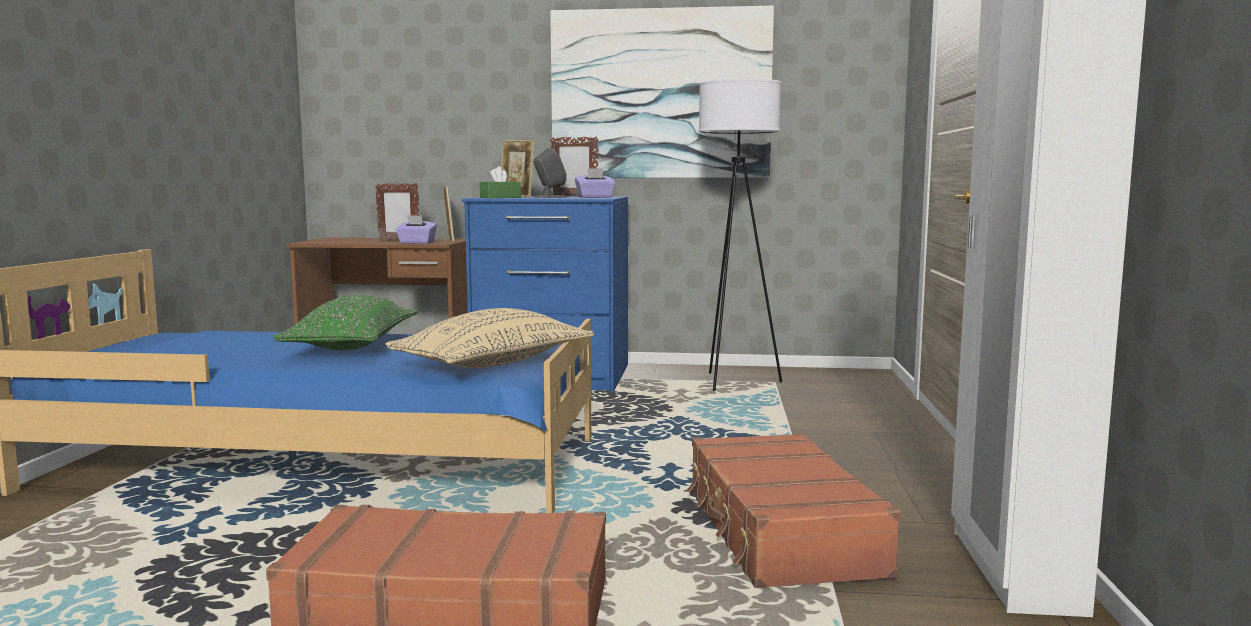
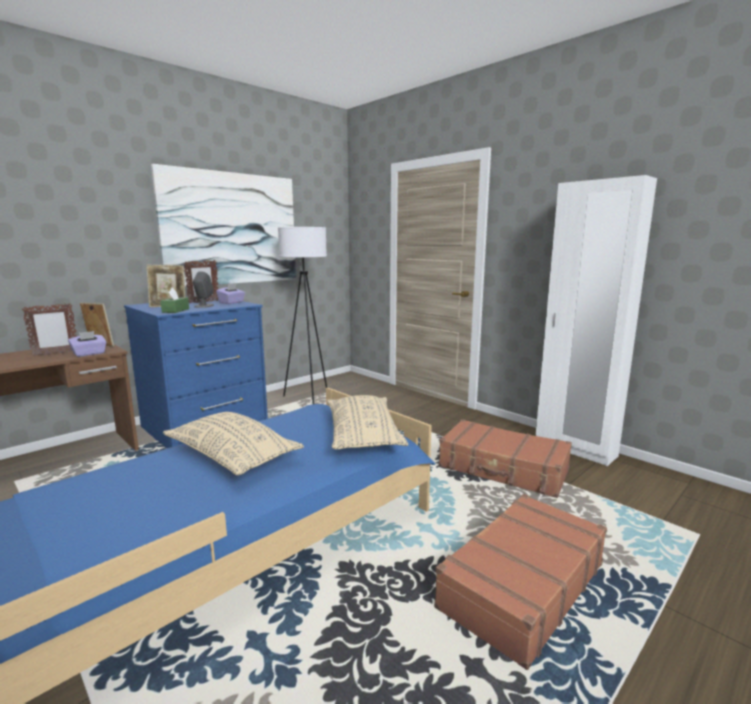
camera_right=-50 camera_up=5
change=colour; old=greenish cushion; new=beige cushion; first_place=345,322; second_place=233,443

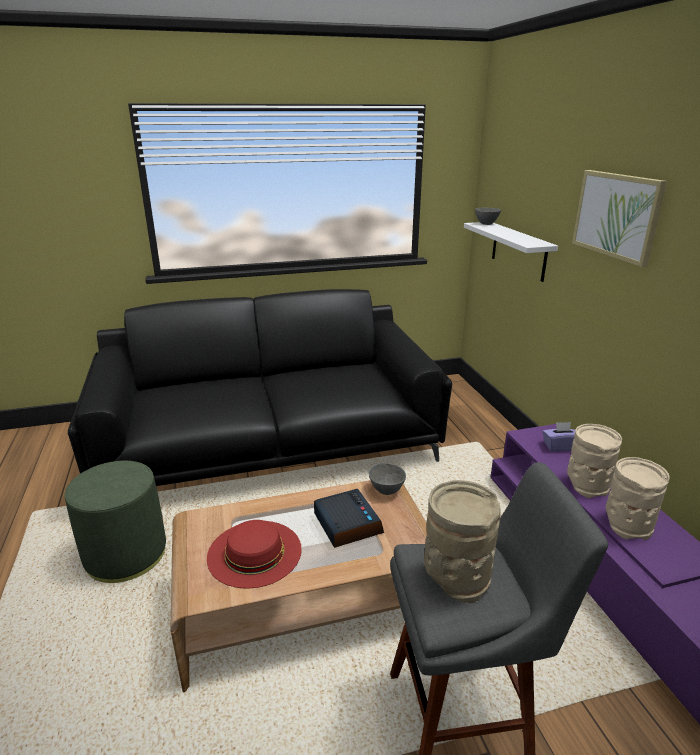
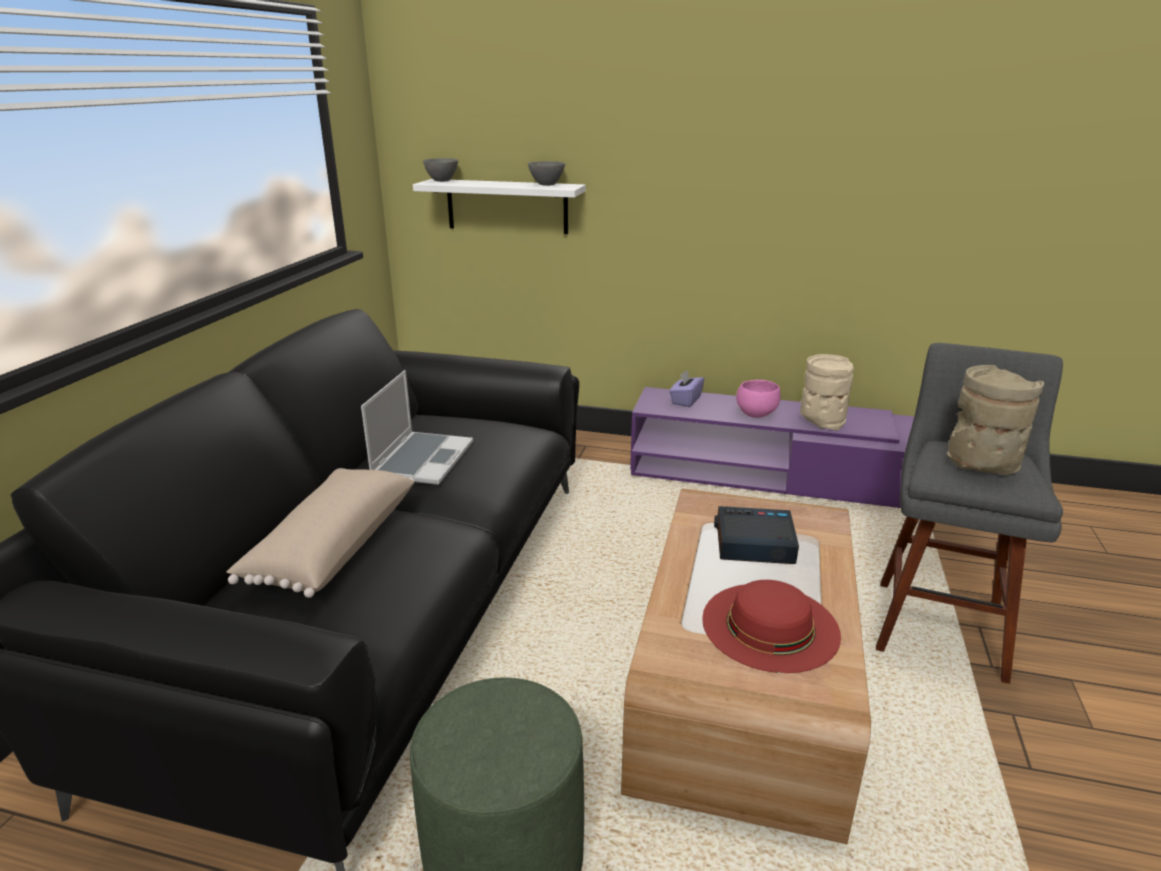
camera_right=-60 camera_up=0
change=missing; old=wall picture; first_place=619,218
change=exchanged; old=beige decorative vase; new=pink serving bowl; first_place=594,461; second_place=758,399
change=relocated; old=grey serving bowl; first_place=387,479; second_place=546,173
change=appeared; new=notebook computer; second_place=417,427
change=appeared; new=beige cushion; second_place=320,533

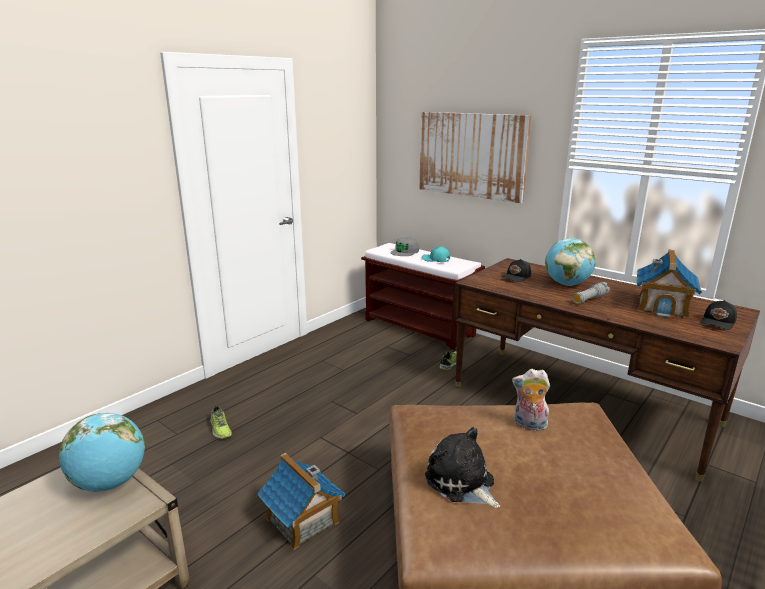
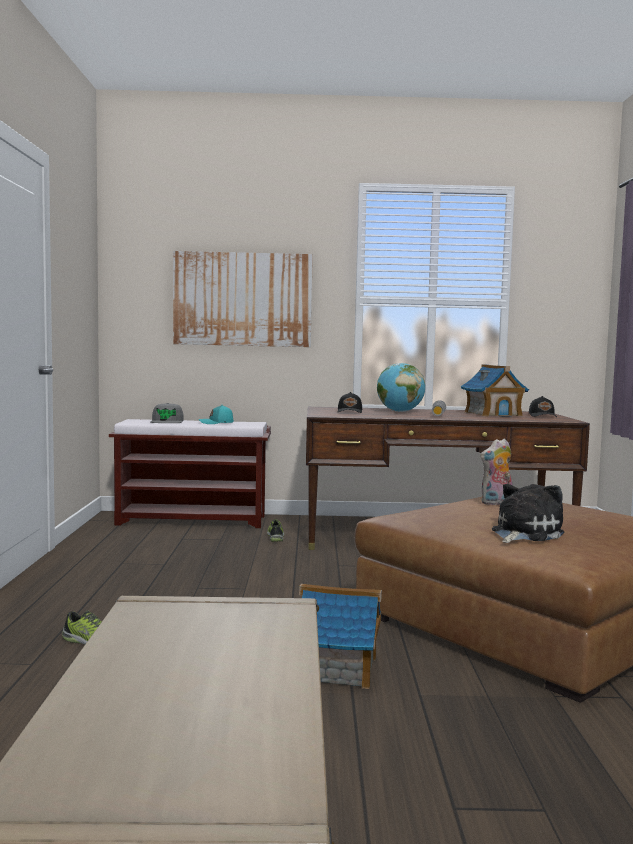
camera_right=-40 camera_up=-15
change=missing; old=world globe; first_place=102,452
change=spun; old=soft toy; first_place=462,467; second_place=528,513; degrees=120

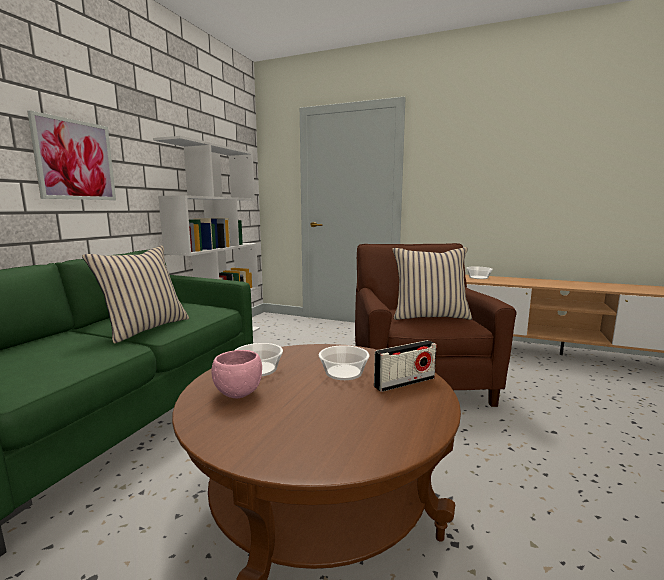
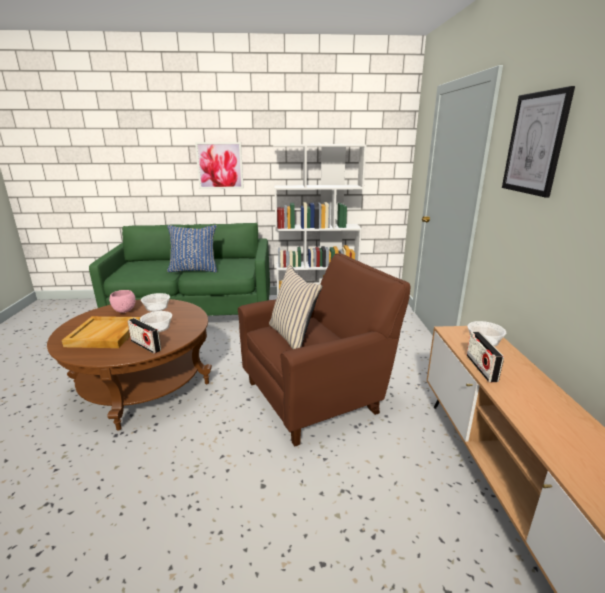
camera_right=65 camera_up=10
change=colour; old=beige cushion; new=bluish cushion; first_place=135,294; second_place=192,248
change=appeared; new=wall picture; second_place=538,142
change=appeared; new=beige tray; second_place=101,332
change=appeared; new=radio set; second_place=485,357

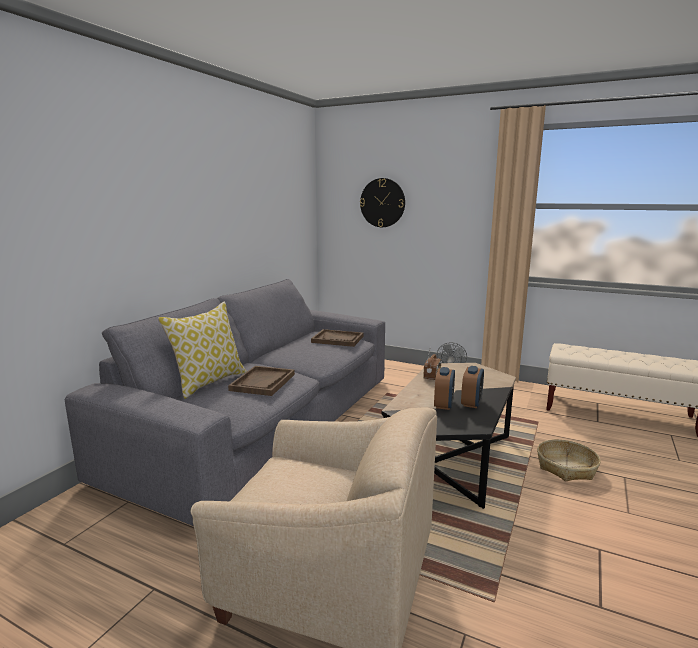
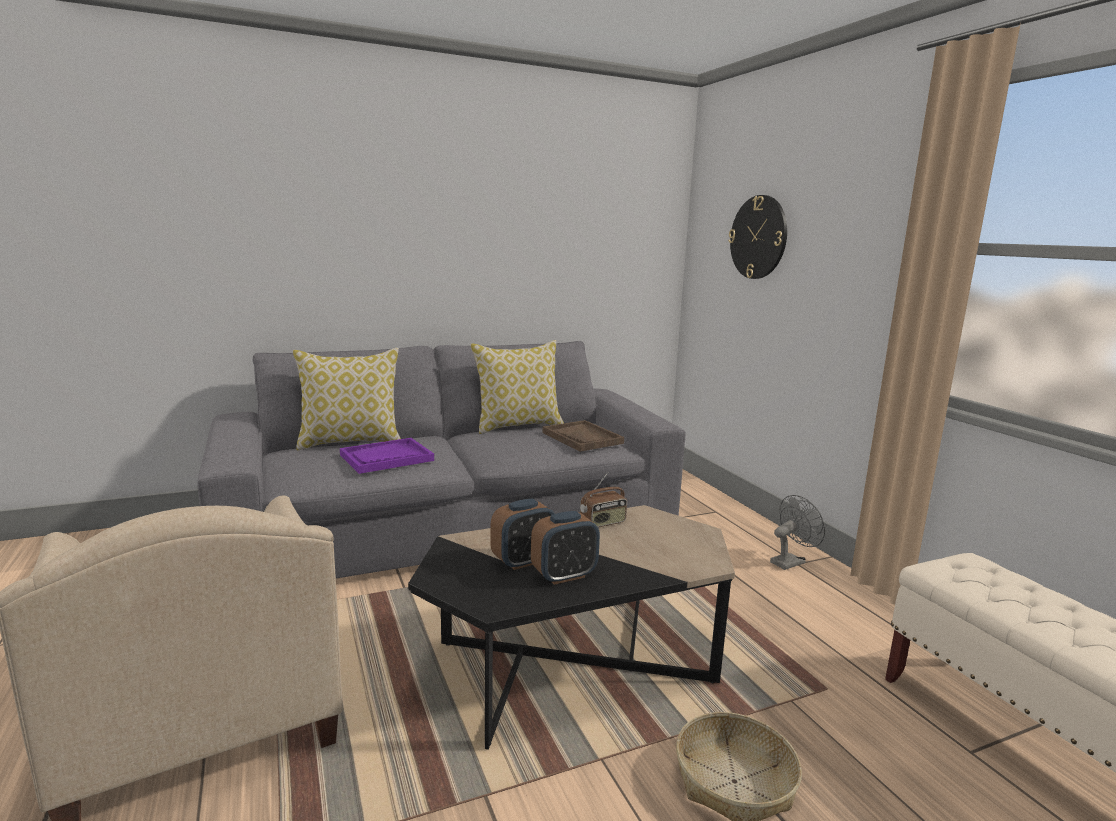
camera_right=40 camera_up=0
change=colour; old=brown-coloured tray; new=purple-coloured tray; first_place=261,381; second_place=387,456
change=appeared; new=cushion; second_place=517,387

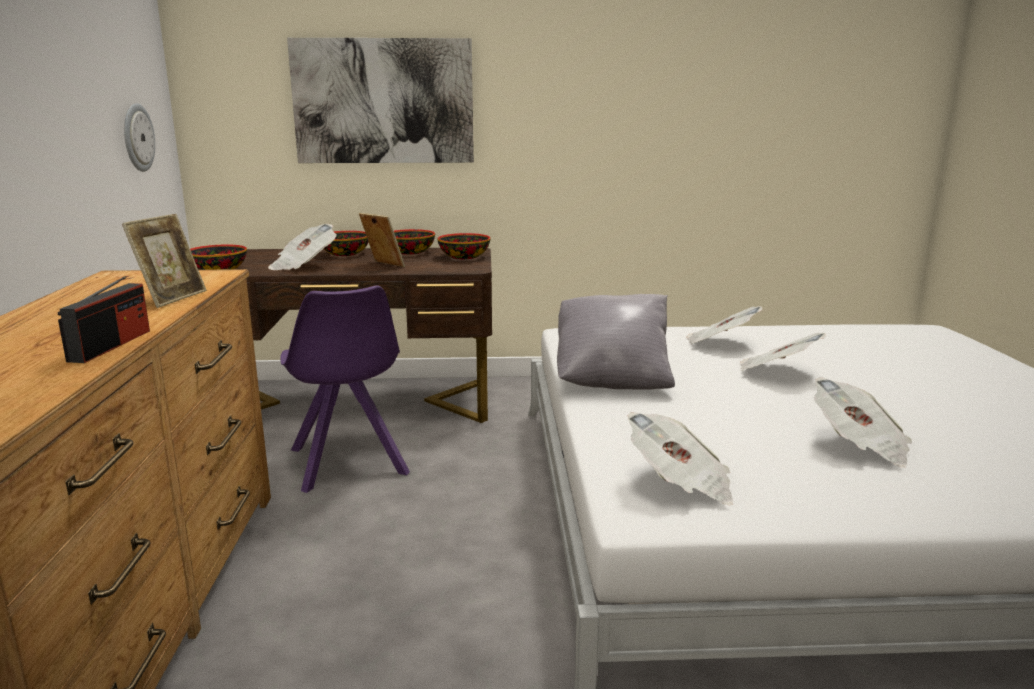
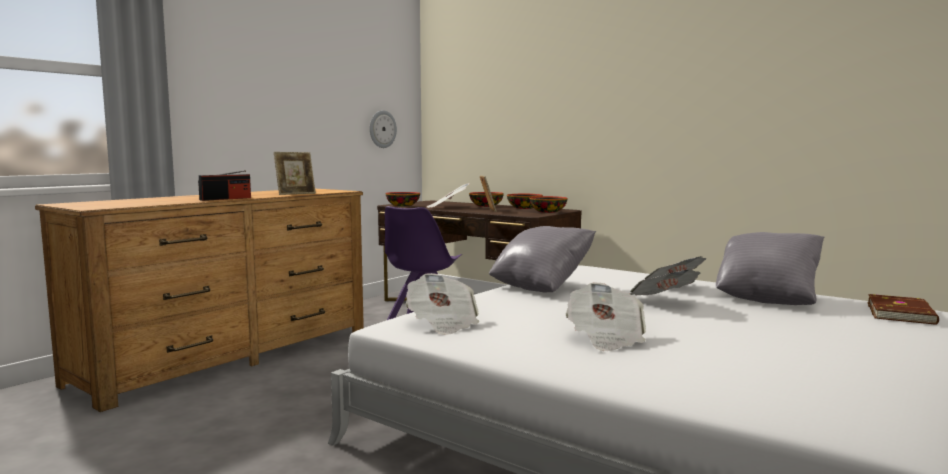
camera_right=40 camera_up=-10
change=missing; old=wall picture; first_place=380,100
change=appeared; new=grey cushion; second_place=770,268
change=appeared; new=brown-coloured book; second_place=903,309

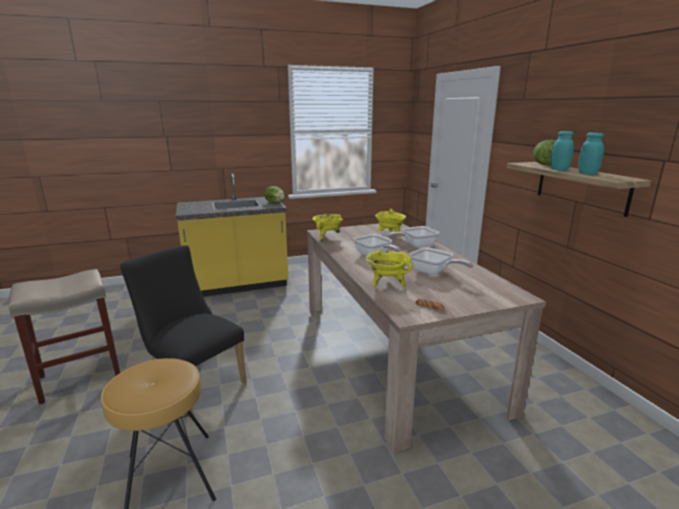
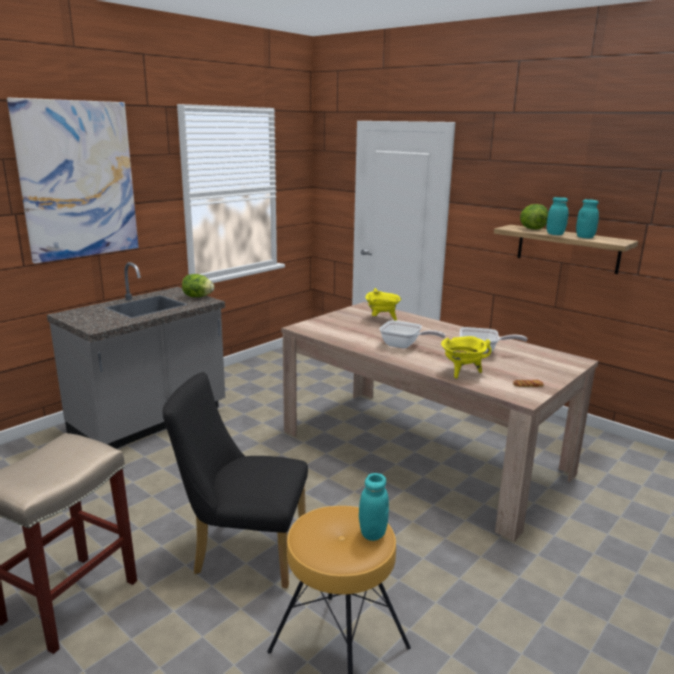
camera_right=-30 camera_up=0
change=colour; old=yellowish kitchen base unit; new=grey kitchen base unit; first_place=232,235; second_place=136,355
change=missing; old=yellowish cooking pot; first_place=327,227
change=missing; old=pan; first_place=413,237
change=appeared; new=wall picture; second_place=73,181
change=appeared; new=turquoise-coloured jar; second_place=374,507

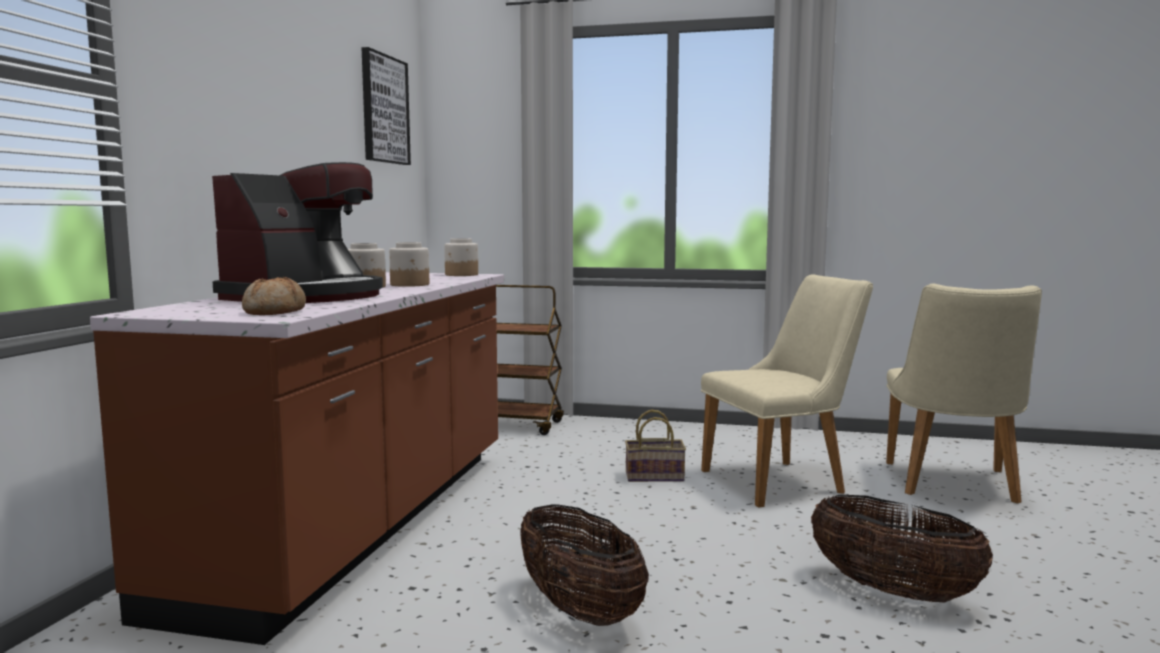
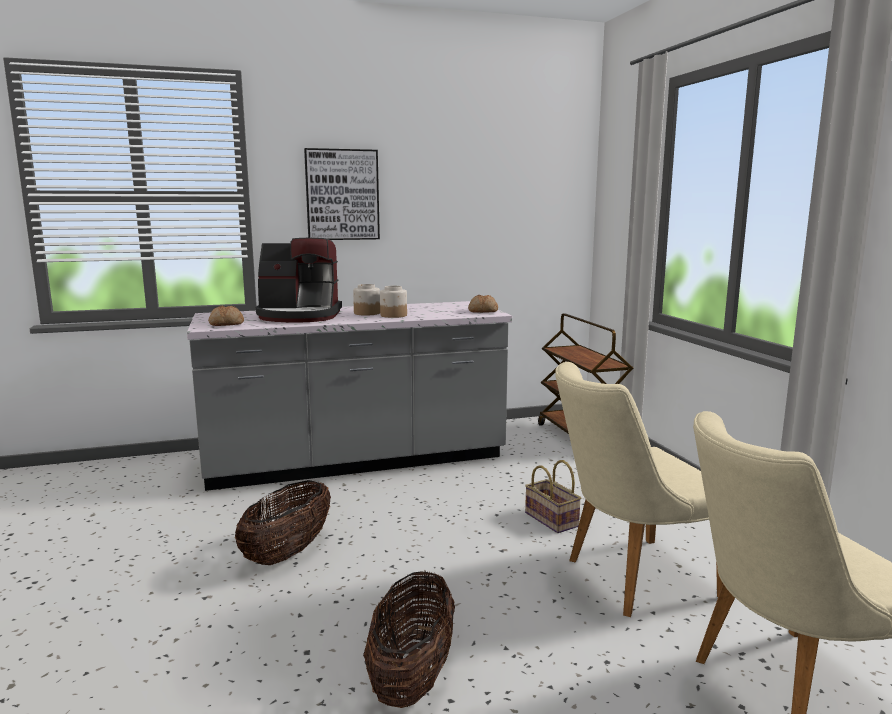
camera_right=60 camera_up=5
change=relocated; old=wall picture; first_place=386,106; second_place=342,194
change=exchanged; old=jar; new=bread; first_place=461,257; second_place=483,304
change=colour; old=brown-coloured kitchen base unit; new=grey kitchen base unit; first_place=297,458; second_place=349,396
change=spun; old=beige upright chair; first_place=787,391; second_place=639,489; degrees=120

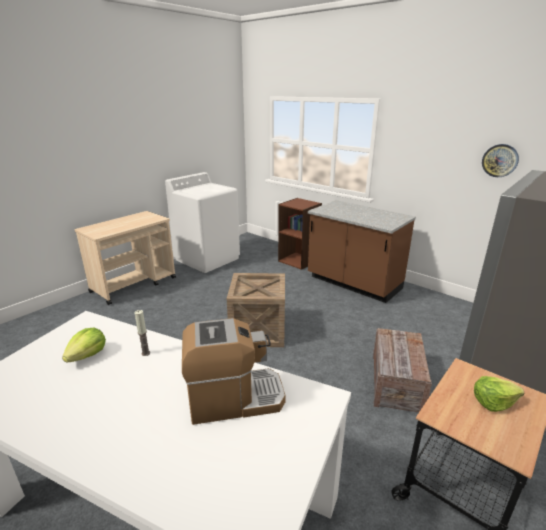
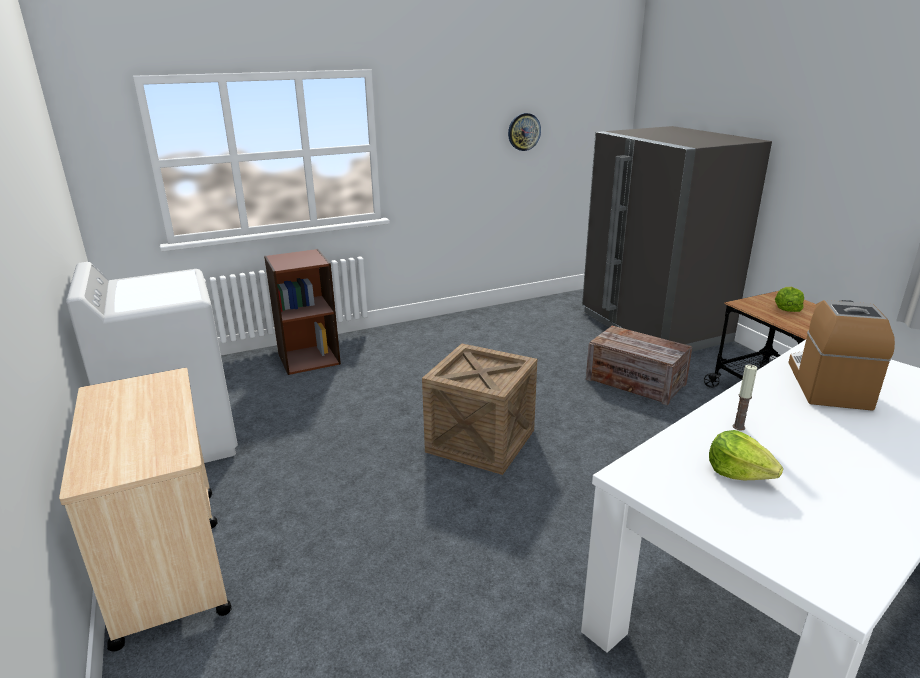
camera_right=-65 camera_up=0
change=missing; old=brown-coloured kitchen base unit; first_place=362,251

